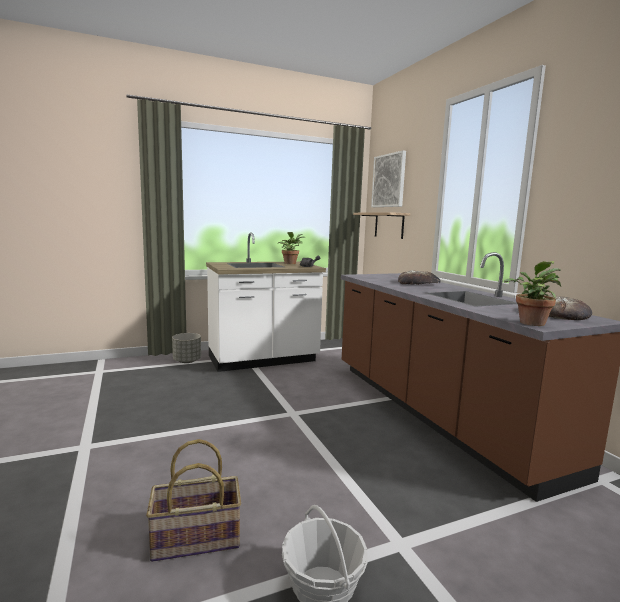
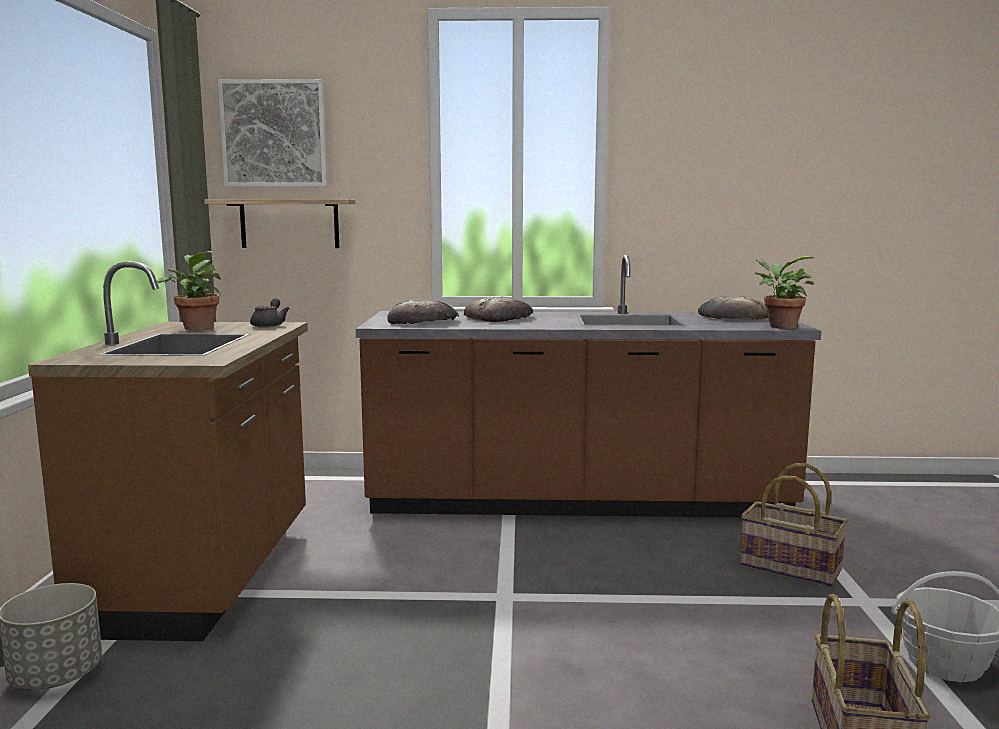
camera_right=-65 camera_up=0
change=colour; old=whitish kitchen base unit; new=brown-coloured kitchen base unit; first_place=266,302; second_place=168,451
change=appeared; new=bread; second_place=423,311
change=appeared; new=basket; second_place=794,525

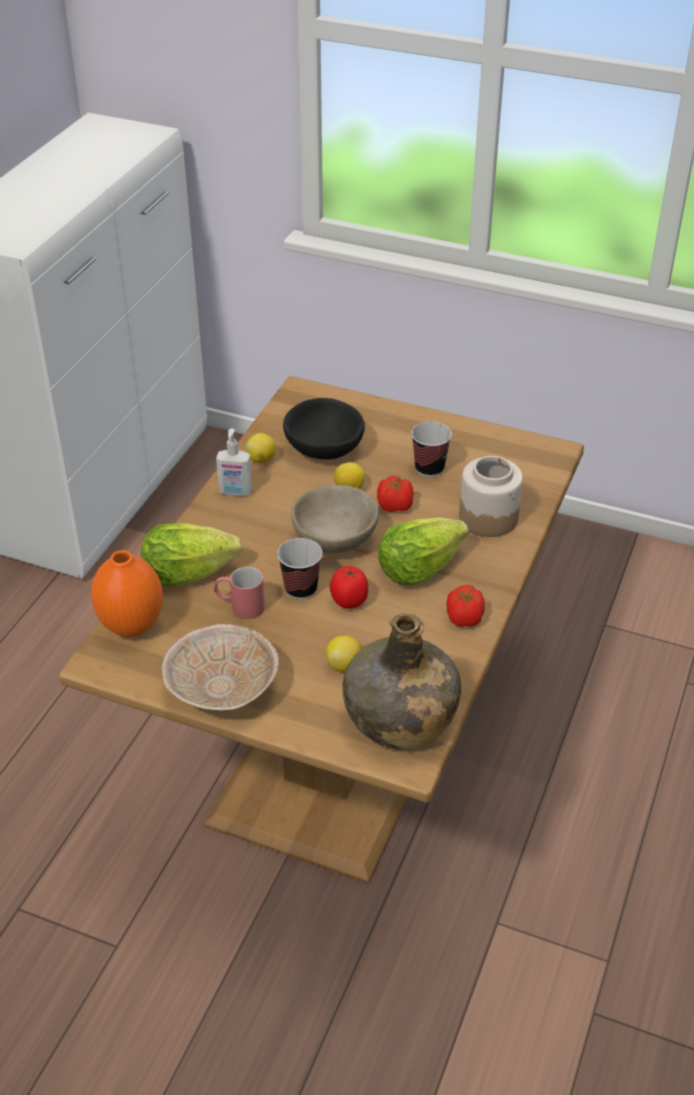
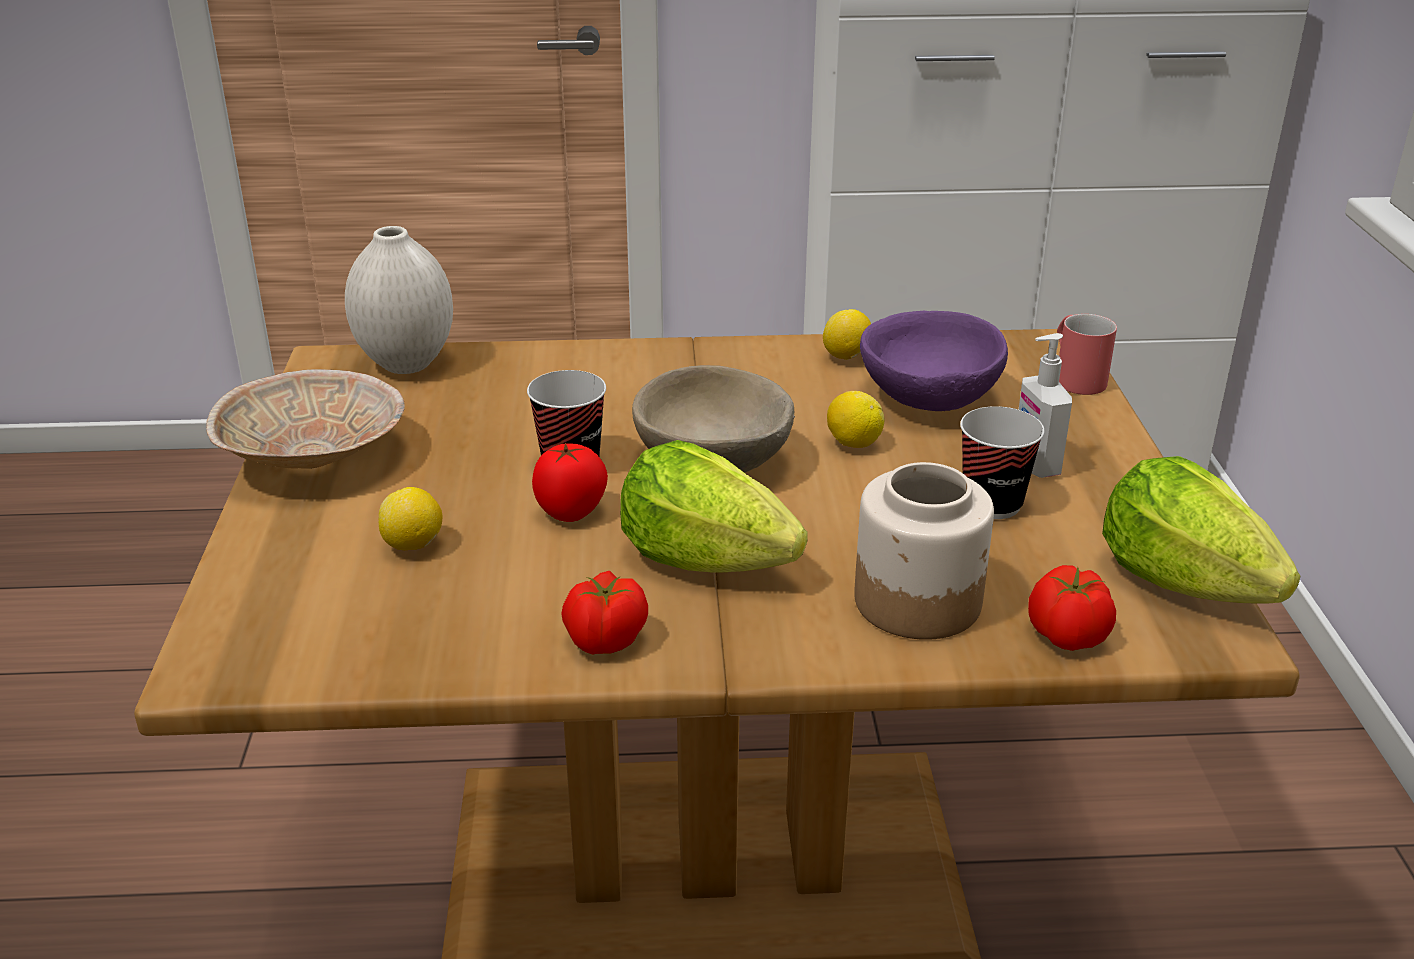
camera_right=65 camera_up=-10
change=colour; old=black serving bowl; new=purple-coloured serving bowl; first_place=324,429; second_place=934,361
change=relocated; old=soap bottle; first_place=234,462; second_place=1045,405
change=relocated; old=tomato; first_place=395,494; second_place=1072,608
change=relocated; old=head of lettuce; first_place=191,555; second_place=1201,530
change=colour; old=orange-coloured decorative vase; new=whitish decorative vase; first_place=127,593; second_place=399,300
change=relocated; old=reddish coffee mug; first_place=239,593; second_place=1087,354
change=missing; old=greenish drink bottle; first_place=402,681

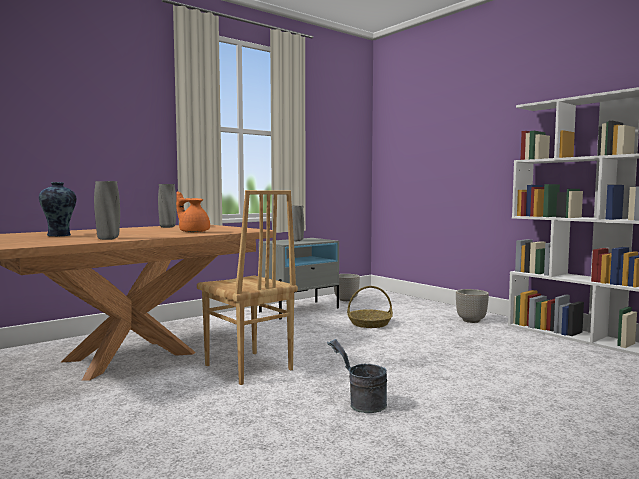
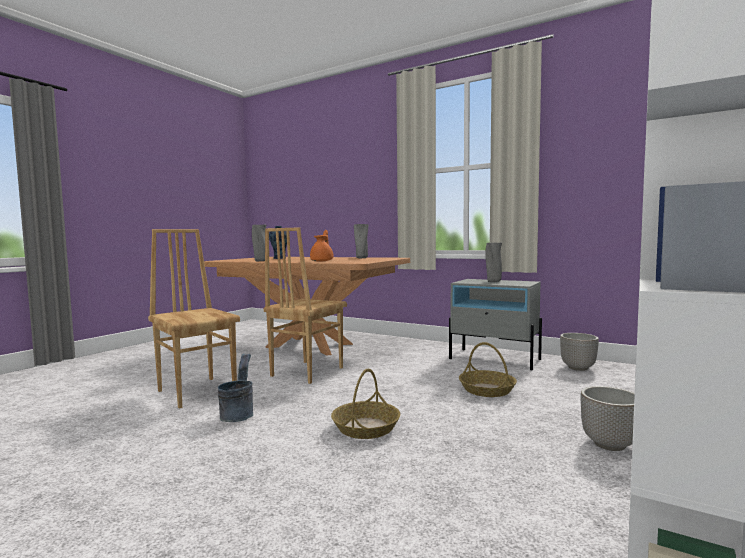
camera_right=70 camera_up=0
change=appeared; new=brown-coloured upright chair; second_place=194,319
change=appeared; new=basket; second_place=365,404

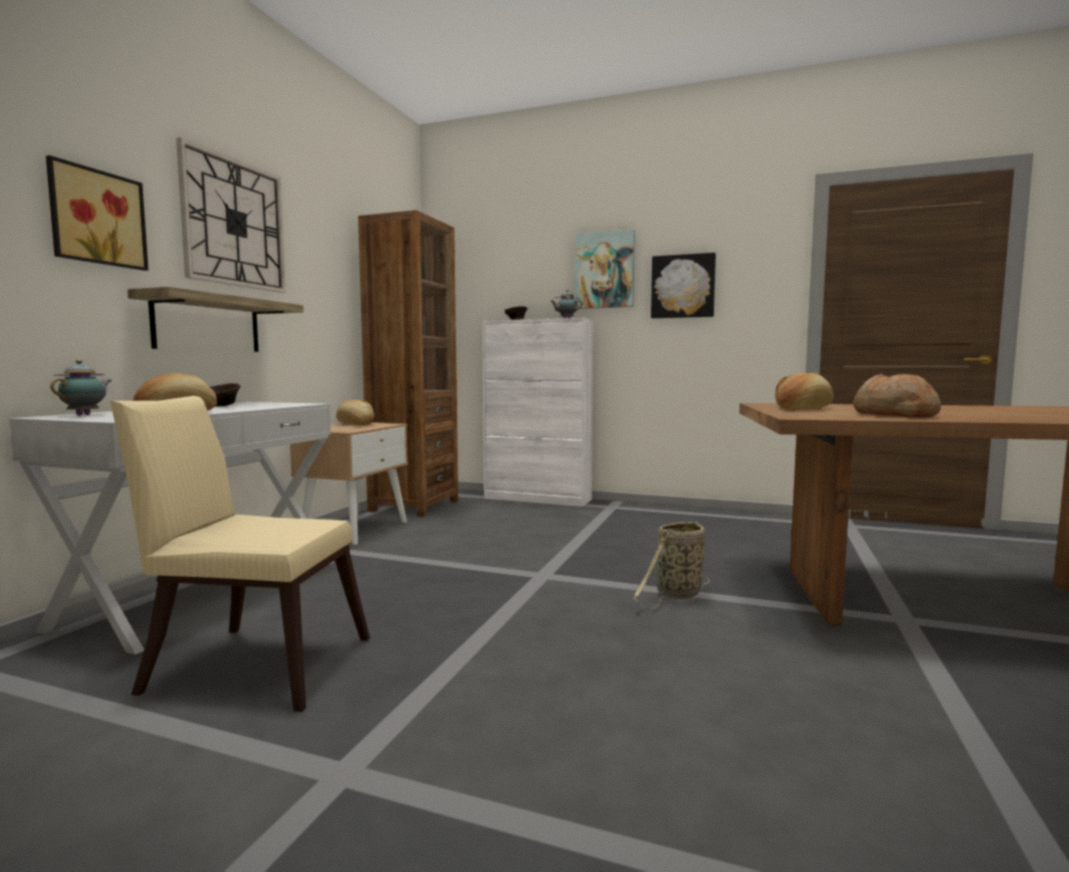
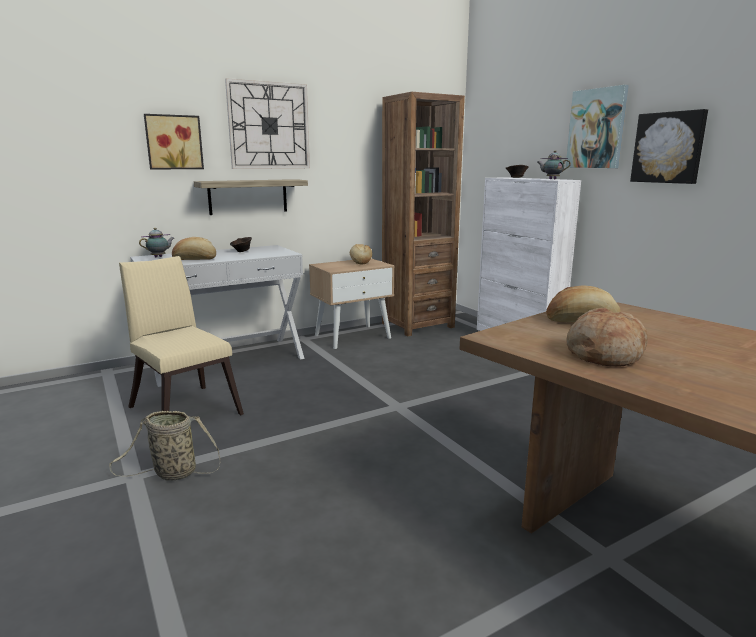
camera_right=40 camera_up=10
change=relocated; old=basket; first_place=671,565; second_place=164,446

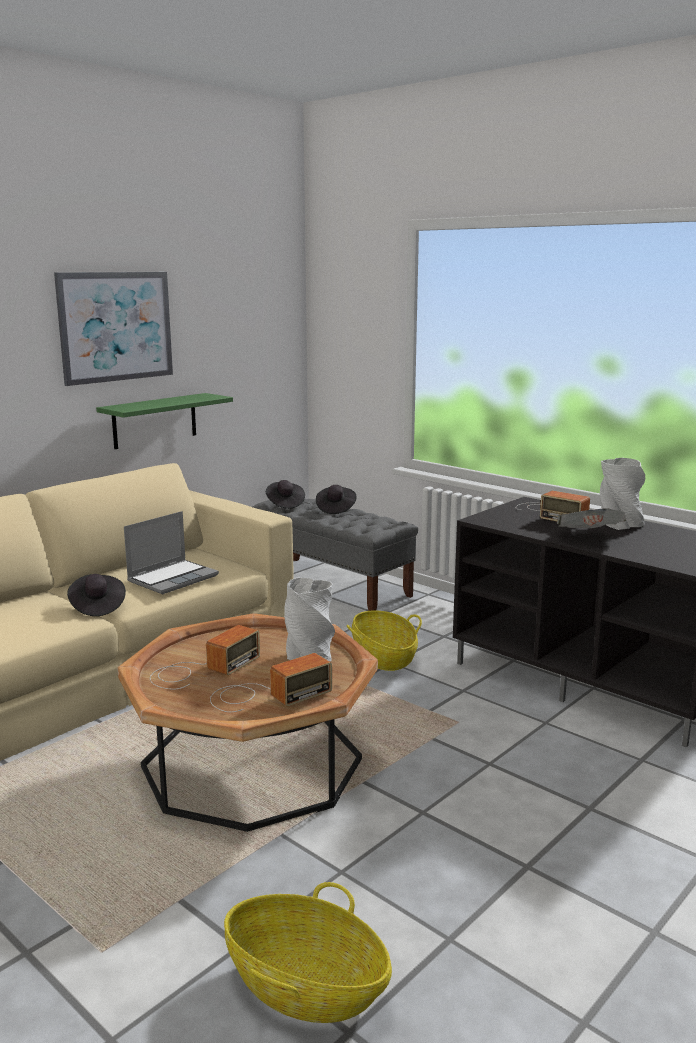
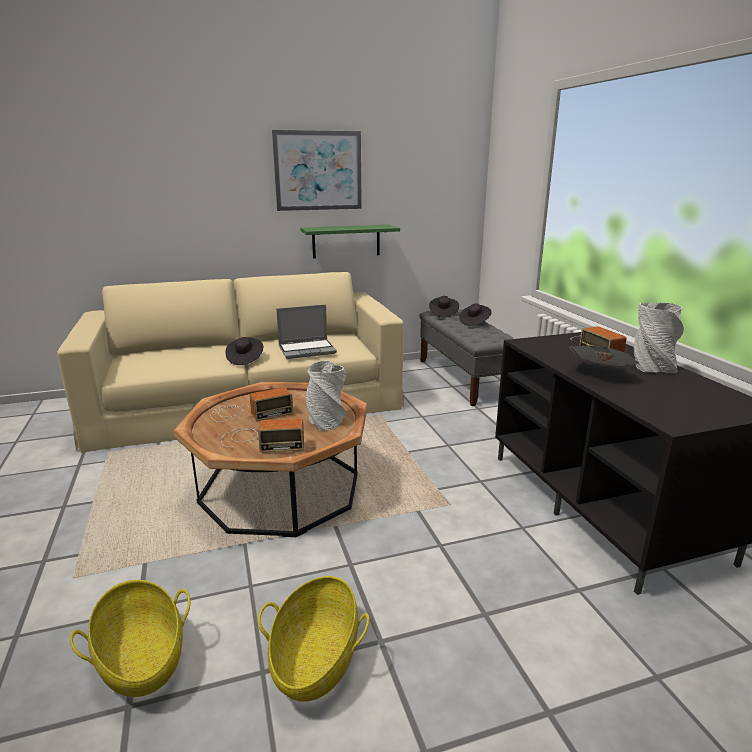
camera_right=30 camera_up=5
change=relocated; old=basket; first_place=384,640; second_place=313,639

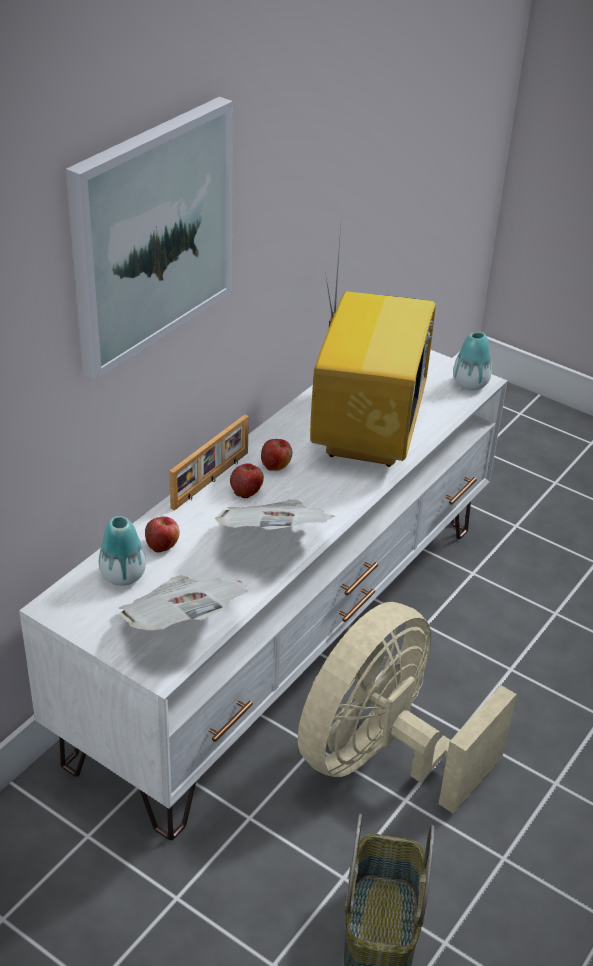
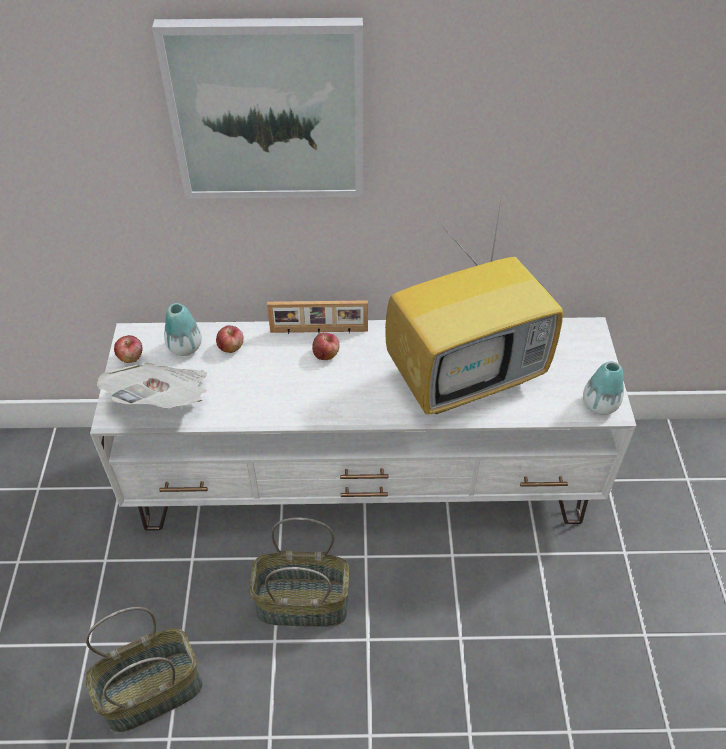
camera_right=55 camera_up=10
change=relocated; old=apple; first_place=276,455; second_place=128,349
change=missing; old=newspaper; first_place=275,515
change=exchanged; old=beige fan; new=basket; first_place=407,708; second_place=299,572

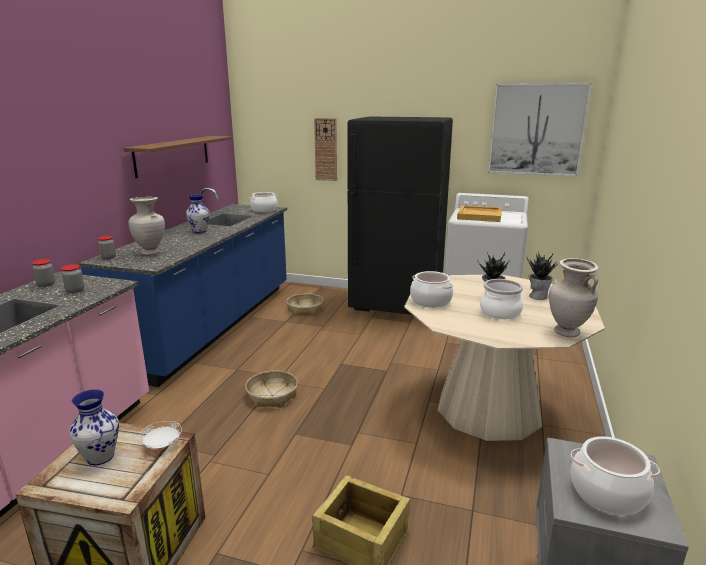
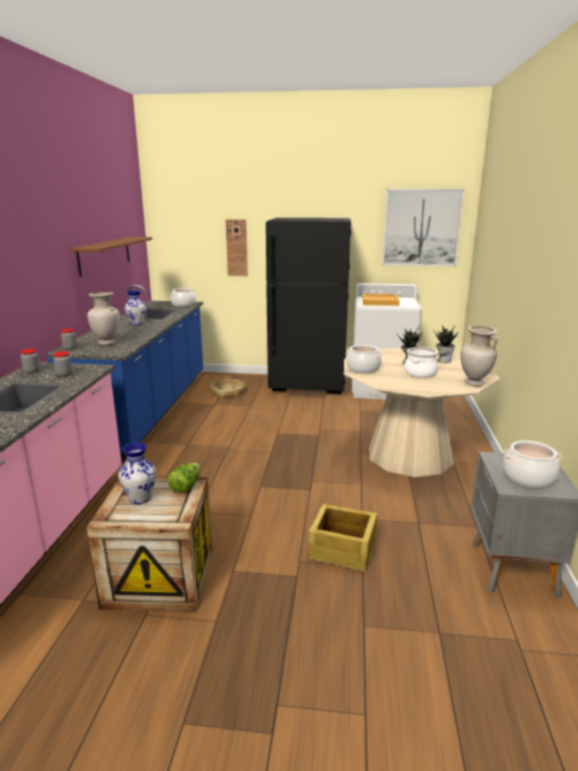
camera_right=-10 camera_up=0
change=missing; old=basket; first_place=271,389
change=exchanged; old=whitish flat dish; new=head of lettuce; first_place=160,435; second_place=183,478

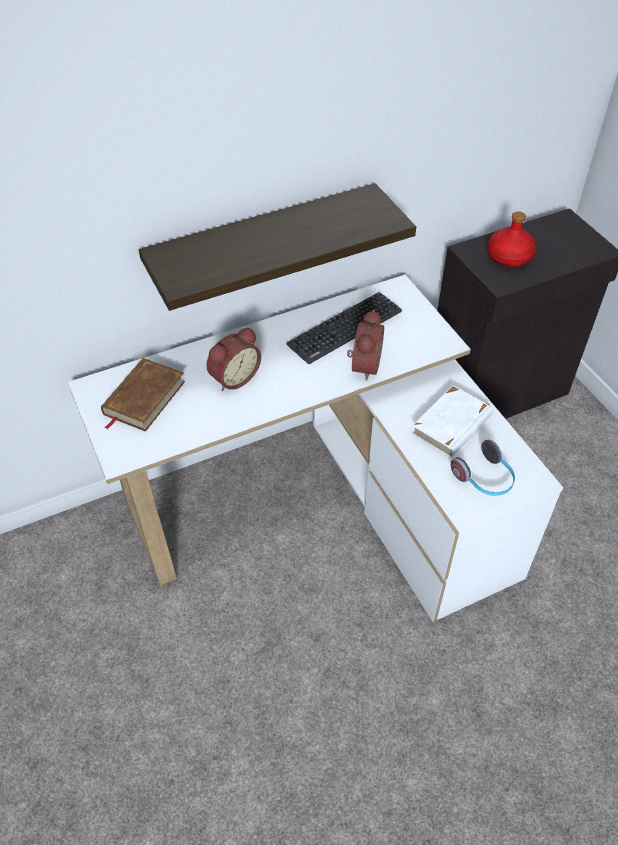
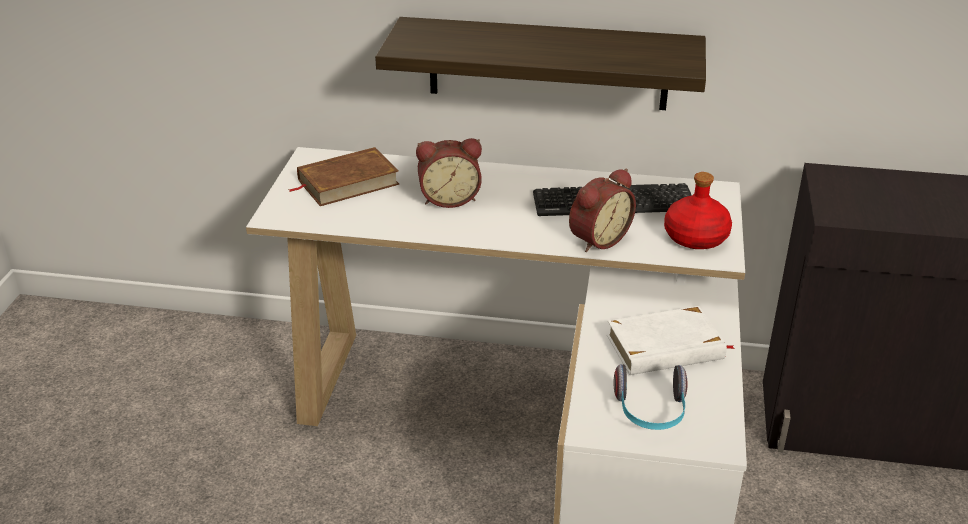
camera_right=35 camera_up=-15
change=relocated; old=reddish drink bottle; first_place=512,239; second_place=698,210

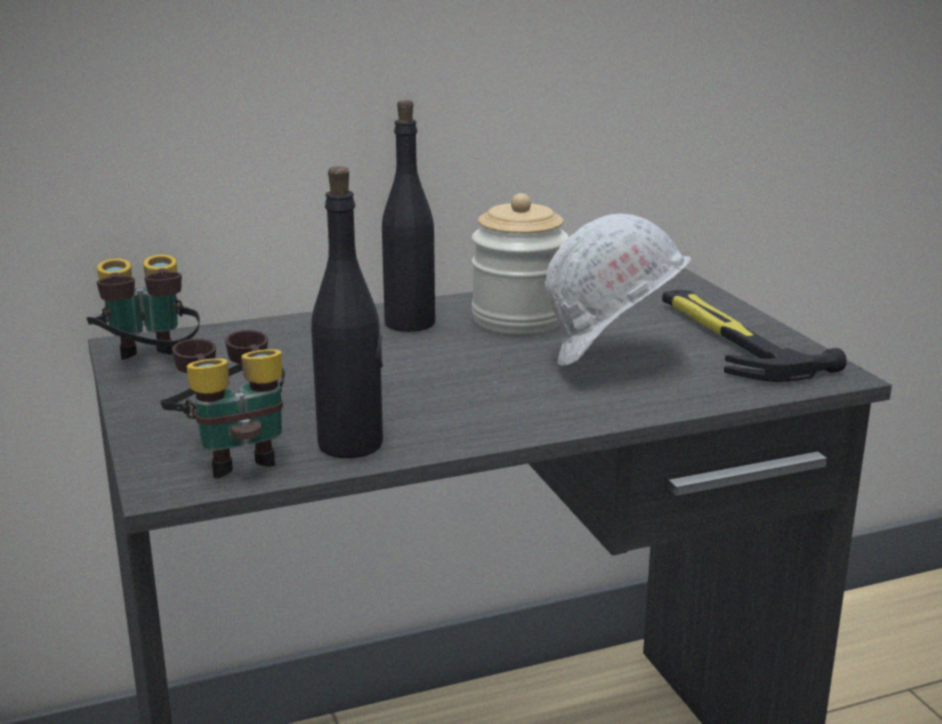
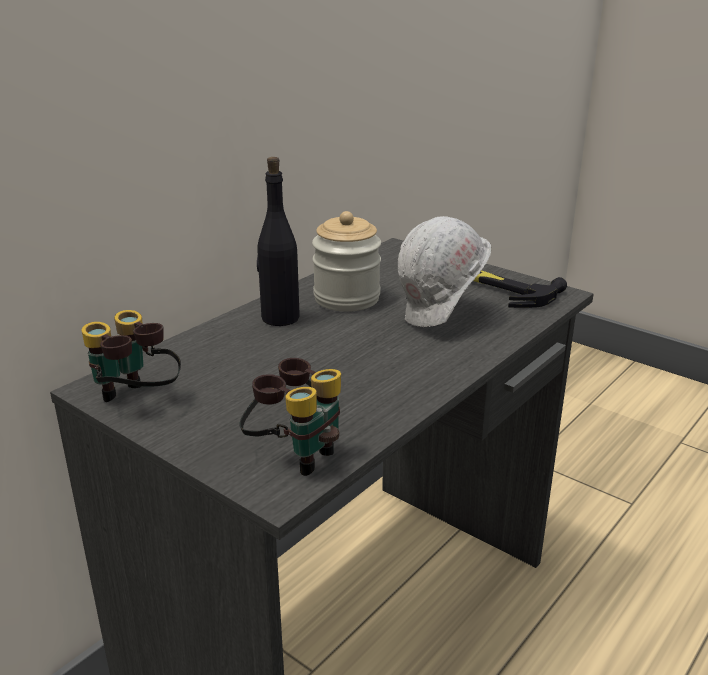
camera_right=-30 camera_up=5
change=missing; old=black drink bottle; first_place=347,312

